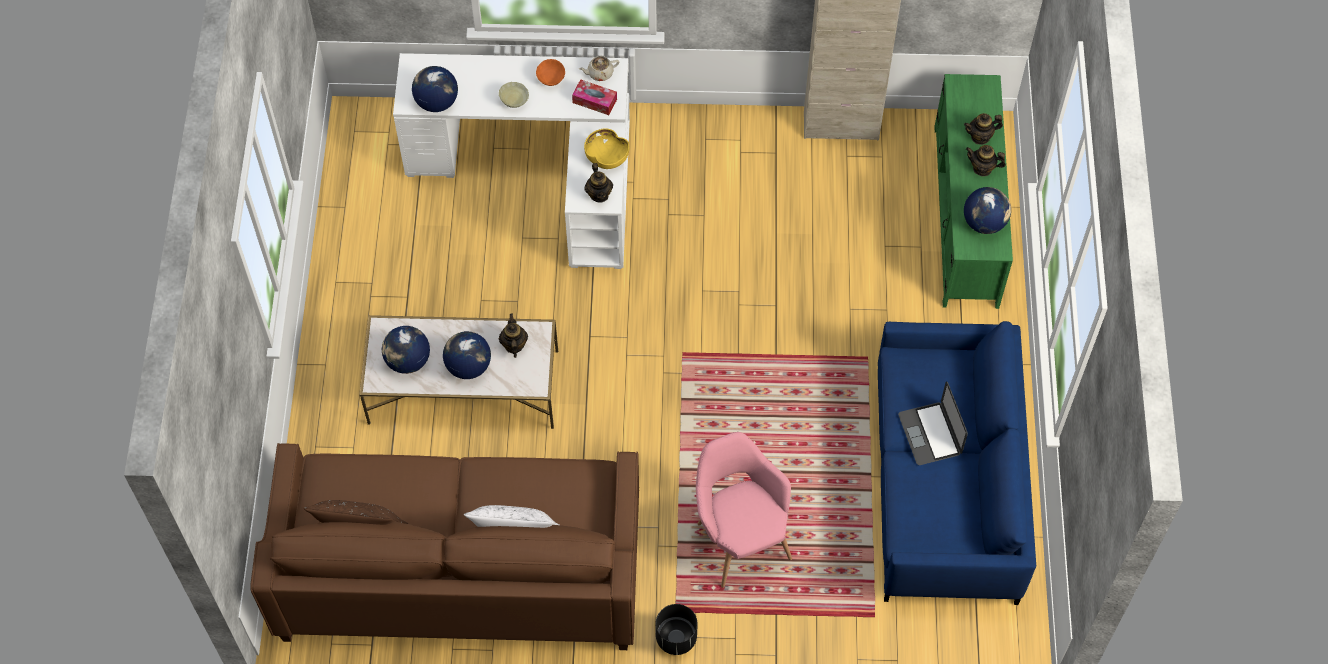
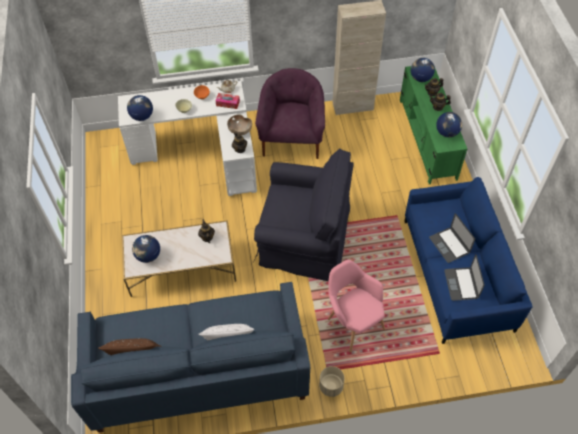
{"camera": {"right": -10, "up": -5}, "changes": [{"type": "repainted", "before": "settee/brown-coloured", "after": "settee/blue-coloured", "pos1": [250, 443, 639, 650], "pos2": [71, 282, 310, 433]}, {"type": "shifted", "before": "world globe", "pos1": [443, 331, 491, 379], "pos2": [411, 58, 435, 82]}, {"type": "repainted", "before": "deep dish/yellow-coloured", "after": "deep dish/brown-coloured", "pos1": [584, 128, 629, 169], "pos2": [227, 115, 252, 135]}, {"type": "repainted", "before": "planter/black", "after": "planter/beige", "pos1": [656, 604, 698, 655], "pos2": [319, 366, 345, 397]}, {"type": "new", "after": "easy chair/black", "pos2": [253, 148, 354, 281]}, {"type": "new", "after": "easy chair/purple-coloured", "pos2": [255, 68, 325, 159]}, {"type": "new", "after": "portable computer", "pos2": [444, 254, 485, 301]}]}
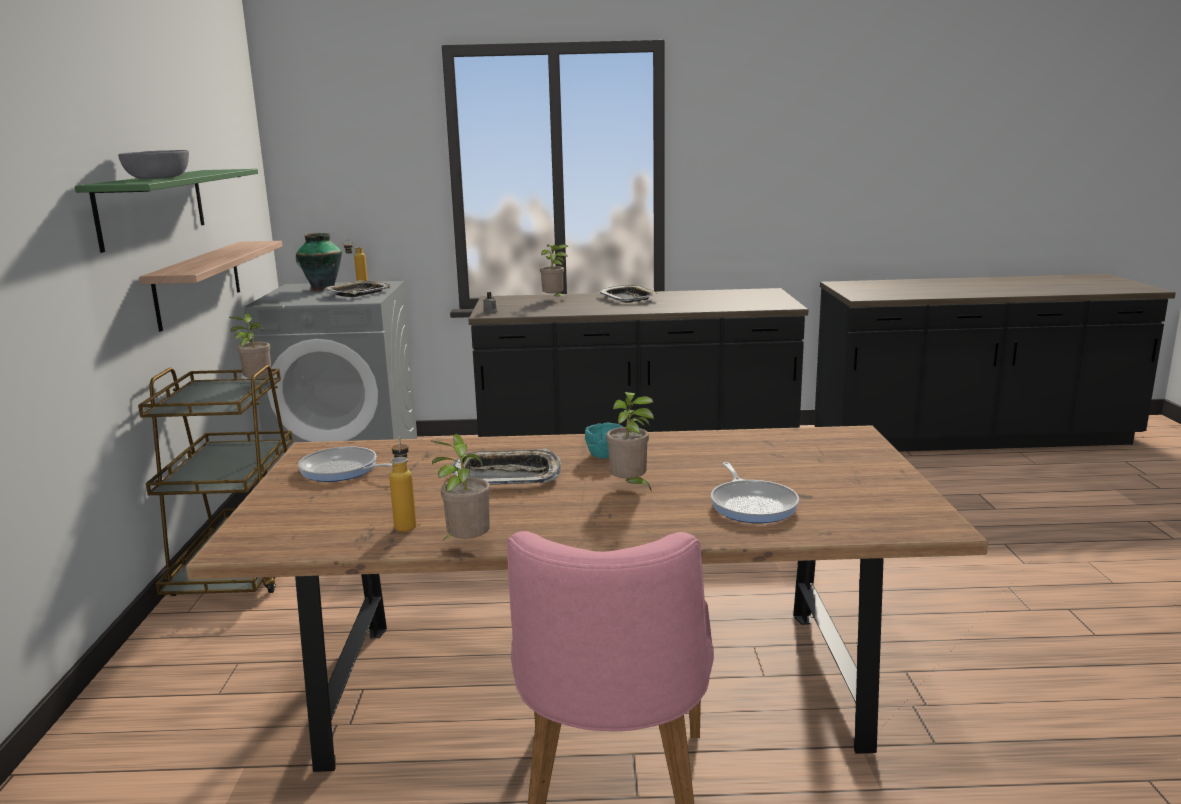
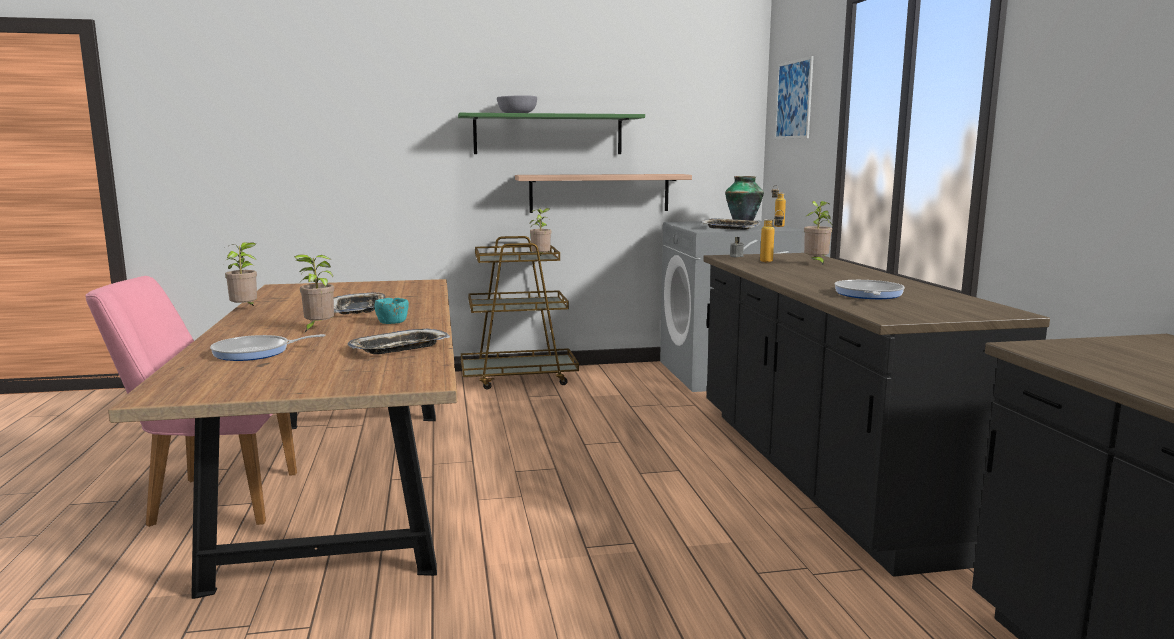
{"camera": {"right": 80, "up": -5}, "changes": [{"type": "shifted", "before": "frying pan", "pos1": [298, 446, 392, 482], "pos2": [834, 280, 905, 299]}, {"type": "shifted", "before": "drink bottle", "pos1": [389, 437, 416, 532], "pos2": [760, 210, 784, 262]}, {"type": "shifted", "before": "carrying tray", "pos1": [598, 285, 659, 303], "pos2": [348, 329, 450, 354]}, {"type": "new", "after": "wall picture", "pos2": [775, 56, 814, 139]}]}
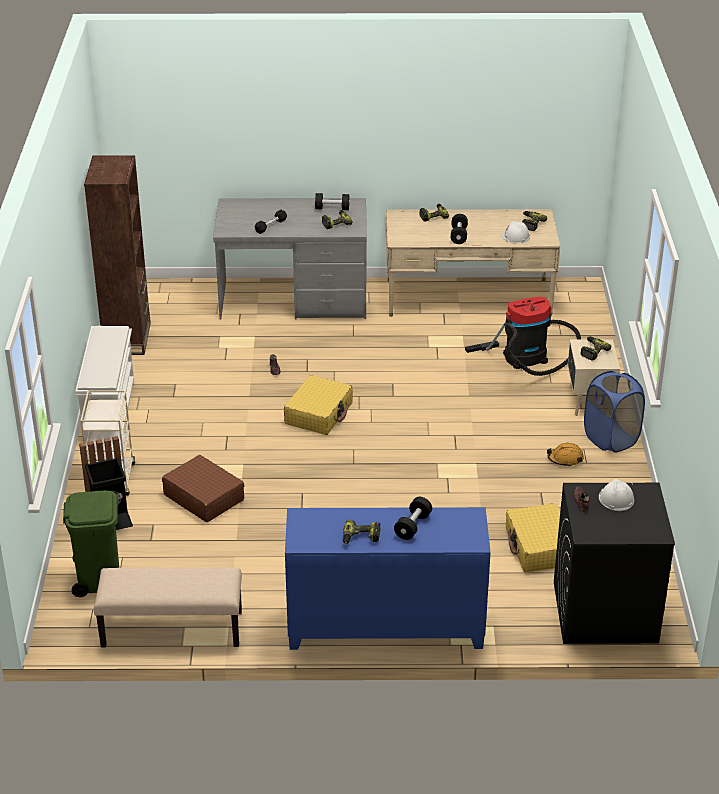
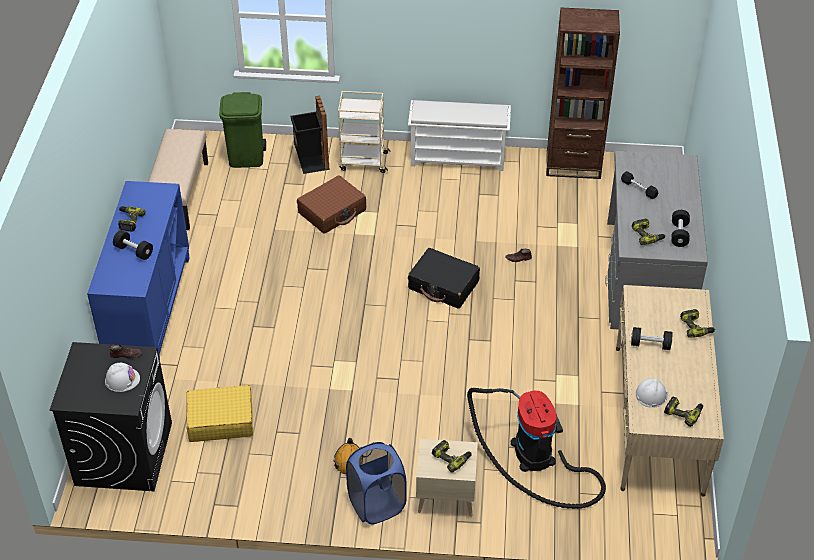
{"camera": {"right": 95, "up": 10}, "changes": [{"type": "repainted", "before": "piece of luggage/yellow-coloured", "after": "piece of luggage/black", "pos1": [284, 375, 353, 435], "pos2": [408, 248, 480, 309]}]}
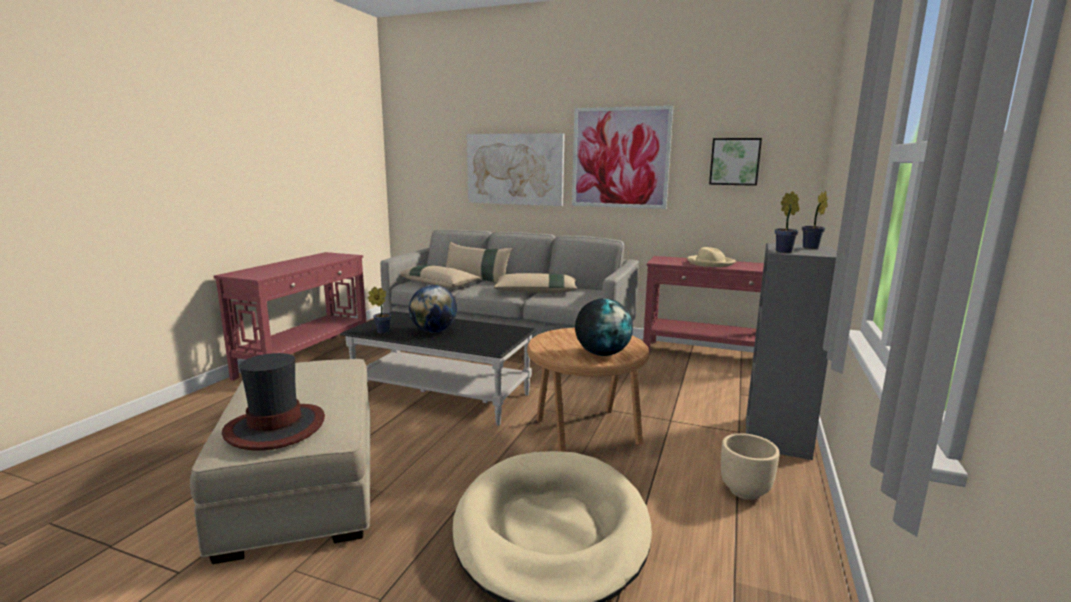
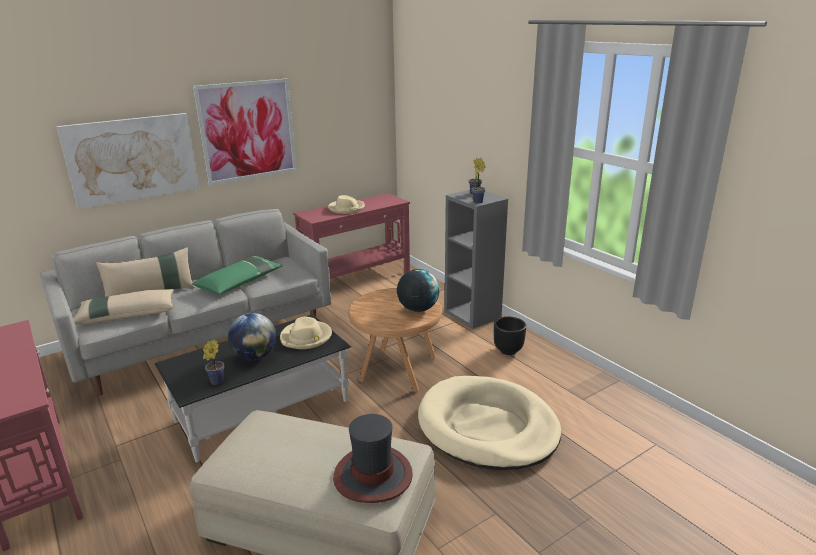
{"camera": {"right": -55, "up": 10}, "changes": [{"type": "repainted", "before": "throw pillow/beige", "after": "throw pillow/greenish", "pos1": [494, 273, 578, 293], "pos2": [192, 256, 283, 294]}, {"type": "gone", "before": "wall picture", "pos1": [709, 138, 762, 186]}, {"type": "repainted", "before": "planter/beige", "after": "planter/black", "pos1": [721, 433, 780, 500], "pos2": [494, 317, 526, 355]}, {"type": "new", "after": "clothing hat/beige", "pos2": [280, 317, 332, 349]}]}
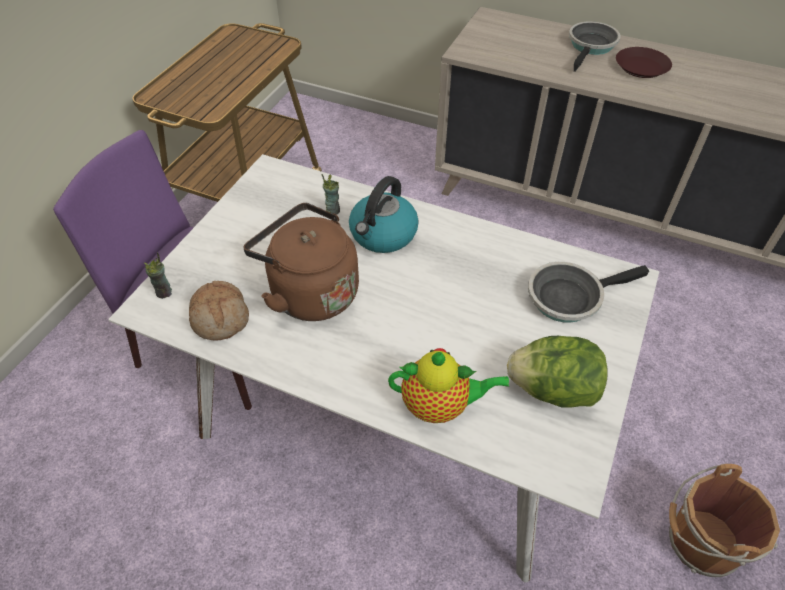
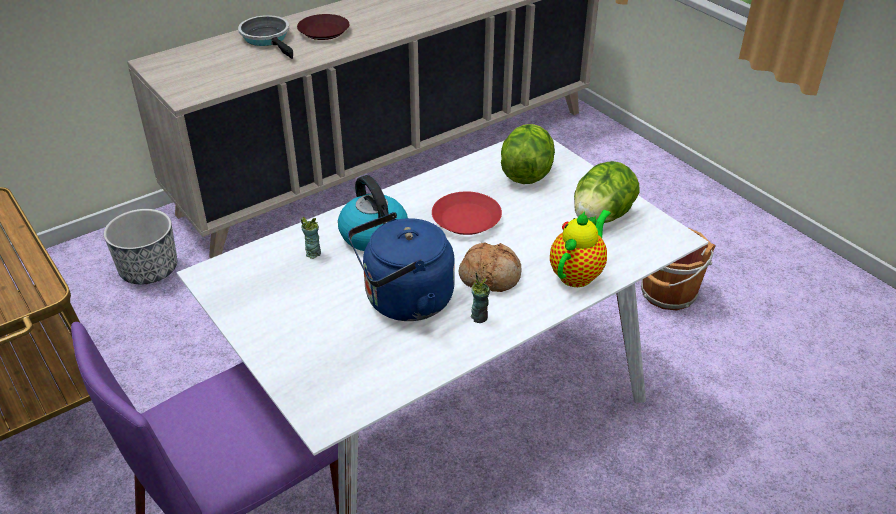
{"camera": {"right": -60, "up": -10}, "changes": [{"type": "shifted", "before": "cup", "pos1": [144, 253, 172, 299], "pos2": [471, 273, 490, 323]}, {"type": "shifted", "before": "bread", "pos1": [189, 281, 249, 341], "pos2": [459, 242, 521, 292]}, {"type": "repainted", "before": "kettle/brown-coloured", "after": "kettle/blue-coloured", "pos1": [243, 203, 359, 321], "pos2": [348, 212, 455, 321]}, {"type": "swapped", "before": "frying pan", "after": "head of lettuce", "pos1": [528, 262, 649, 323], "pos2": [501, 124, 555, 184]}, {"type": "new", "after": "planter", "pos2": [104, 209, 177, 284]}, {"type": "new", "after": "plate/red-coloured", "pos2": [432, 191, 502, 235]}]}
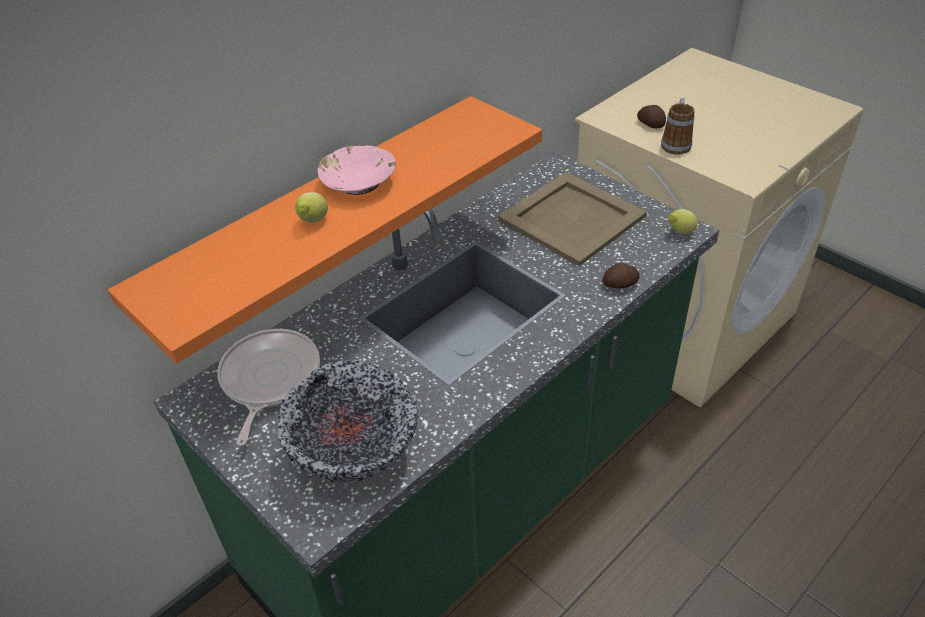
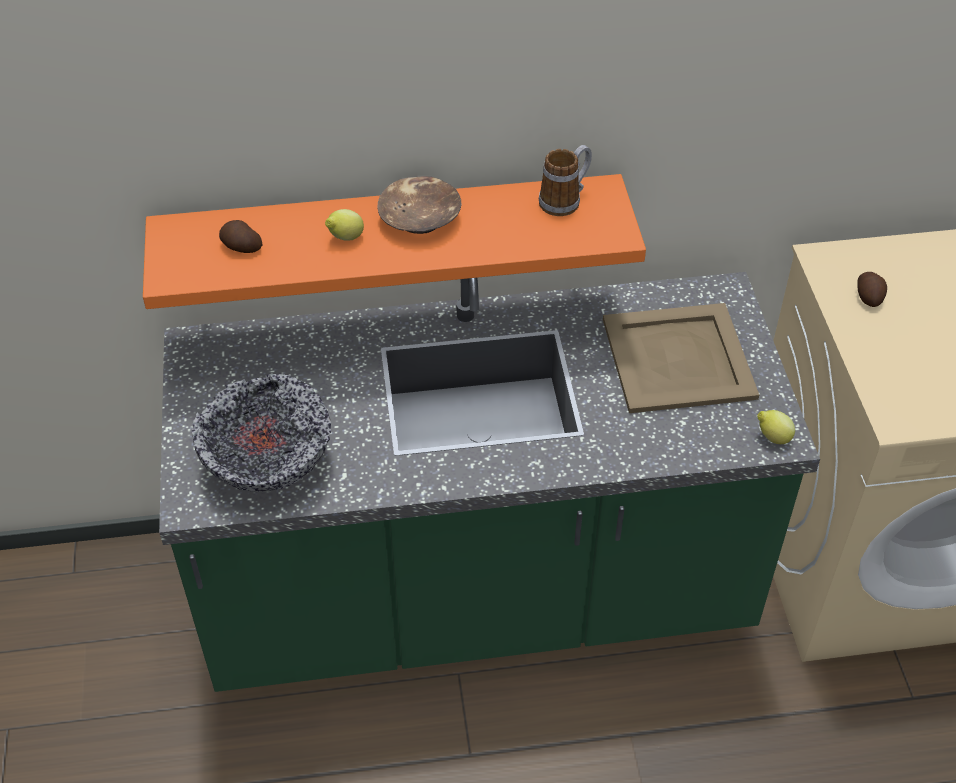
{"camera": {"right": 35, "up": 5}, "changes": [{"type": "gone", "before": "frying pan", "pos1": [217, 329, 320, 446]}, {"type": "repainted", "before": "deep dish/pink-coloured", "after": "deep dish/brown-coloured", "pos1": [318, 145, 396, 195], "pos2": [378, 176, 461, 234]}, {"type": "shifted", "before": "whole potato", "pos1": [602, 263, 640, 289], "pos2": [219, 220, 263, 253]}, {"type": "shifted", "before": "mug", "pos1": [661, 98, 695, 155], "pos2": [539, 145, 592, 216]}]}
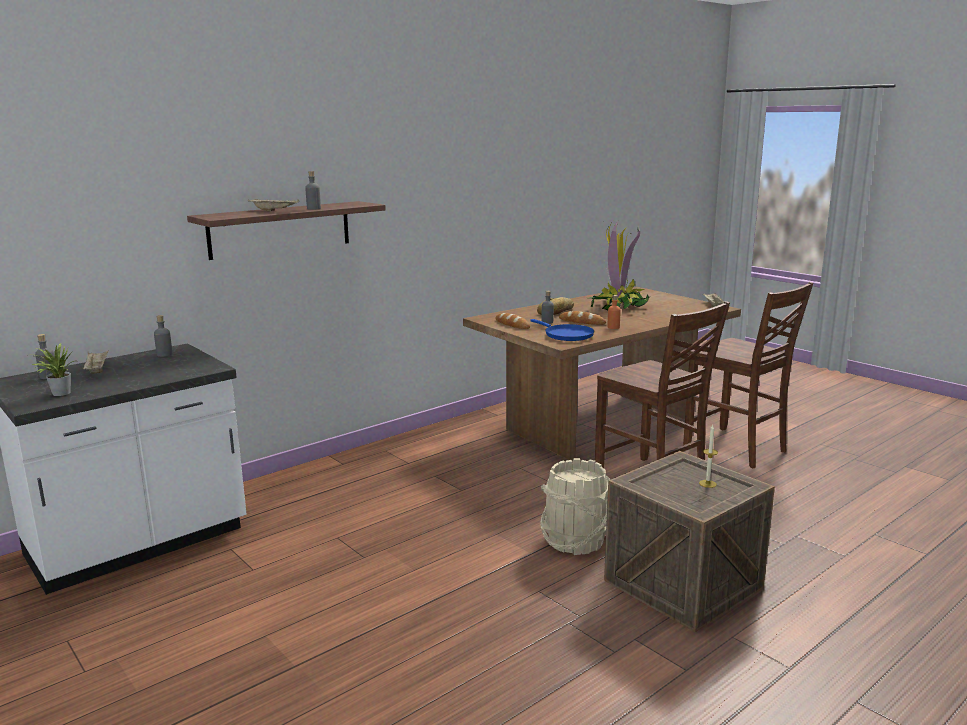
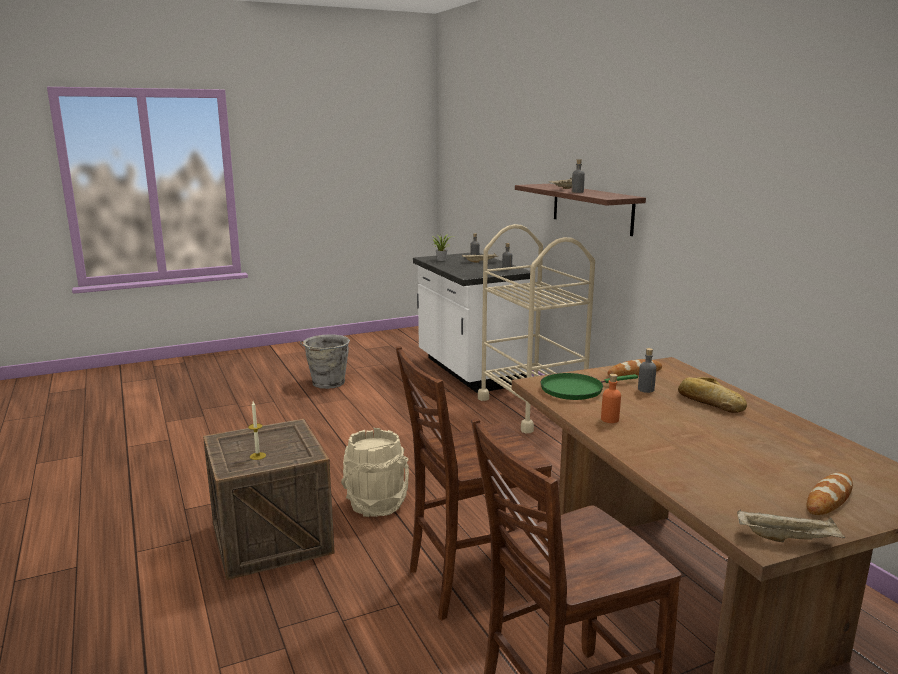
{"camera": {"right": 105, "up": 0}, "changes": [{"type": "repainted", "before": "frying pan/blue-coloured", "after": "frying pan/greenish", "pos1": [530, 319, 594, 341], "pos2": [540, 373, 638, 400]}, {"type": "shifted", "before": "bread", "pos1": [559, 311, 606, 325], "pos2": [806, 473, 853, 515]}, {"type": "gone", "before": "houseplant", "pos1": [587, 219, 649, 310]}, {"type": "new", "after": "pail/grey", "pos2": [300, 334, 350, 389]}, {"type": "new", "after": "cart/beige", "pos2": [478, 224, 595, 433]}]}
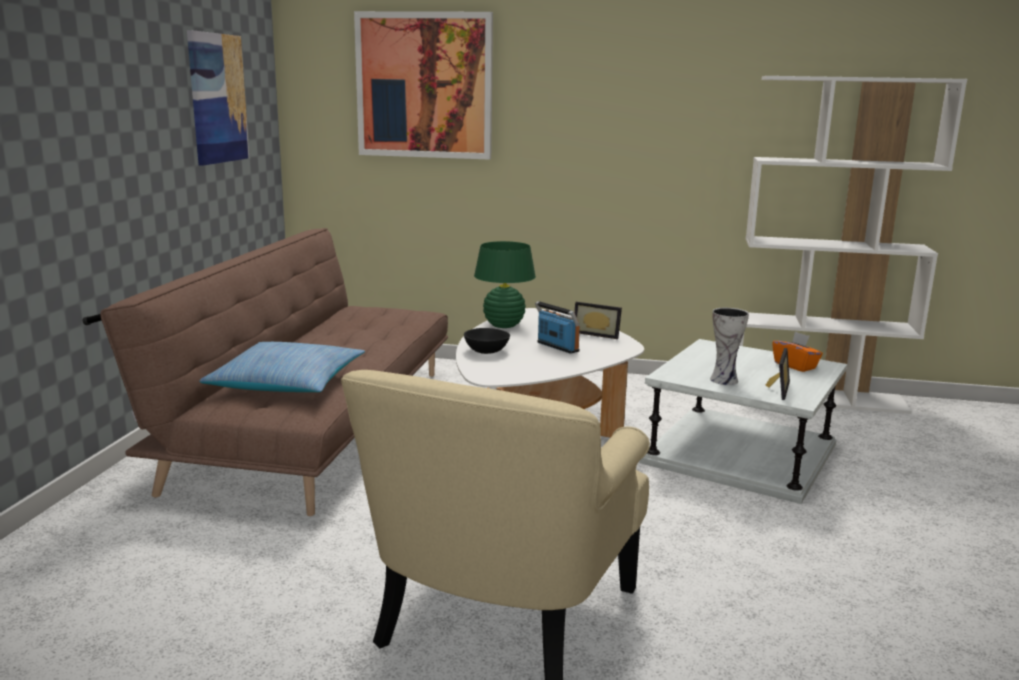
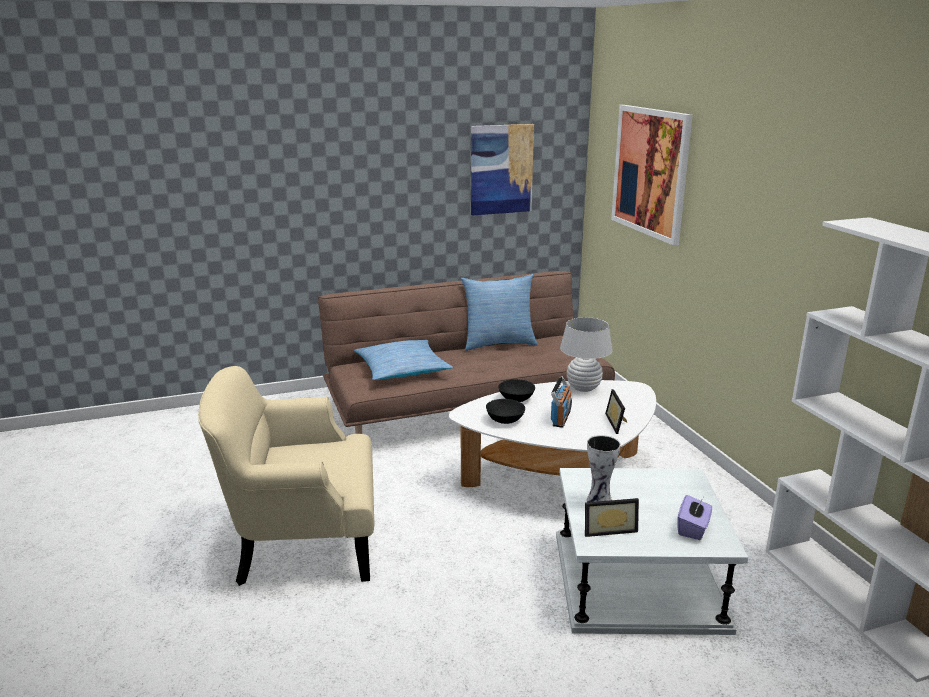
{"camera": {"right": 60, "up": 5}, "changes": [{"type": "repainted", "before": "table lamp/greenish", "after": "table lamp/whitish", "pos1": [474, 241, 536, 328], "pos2": [560, 317, 613, 392]}, {"type": "repainted", "before": "tissue box/orange-coloured", "after": "tissue box/purple-coloured", "pos1": [772, 332, 823, 372], "pos2": [677, 495, 712, 540]}, {"type": "new", "after": "throw pillow", "pos2": [461, 274, 538, 351]}, {"type": "new", "after": "deep dish/black", "pos2": [486, 399, 525, 424]}]}
